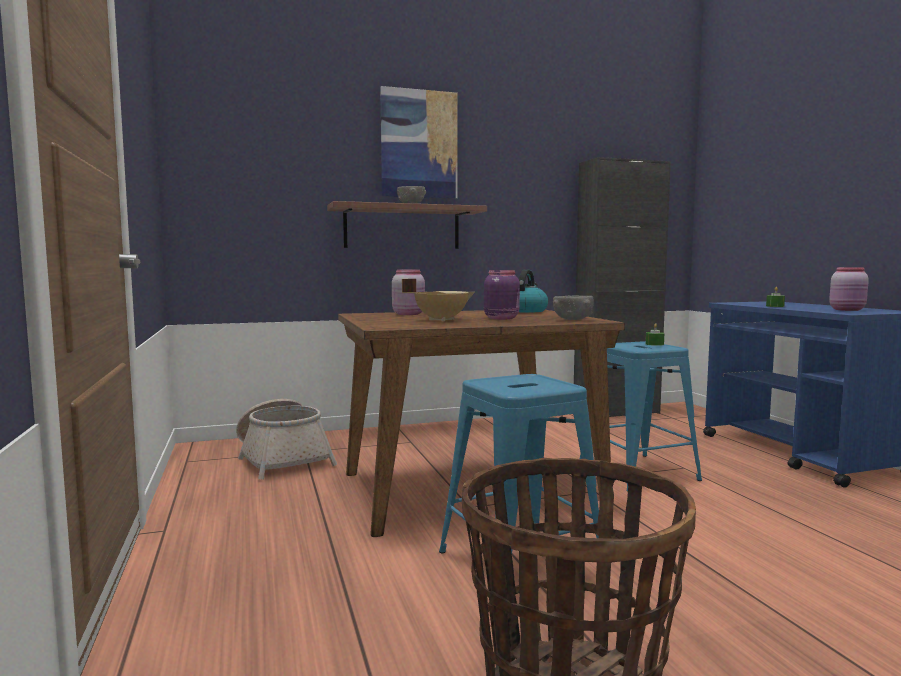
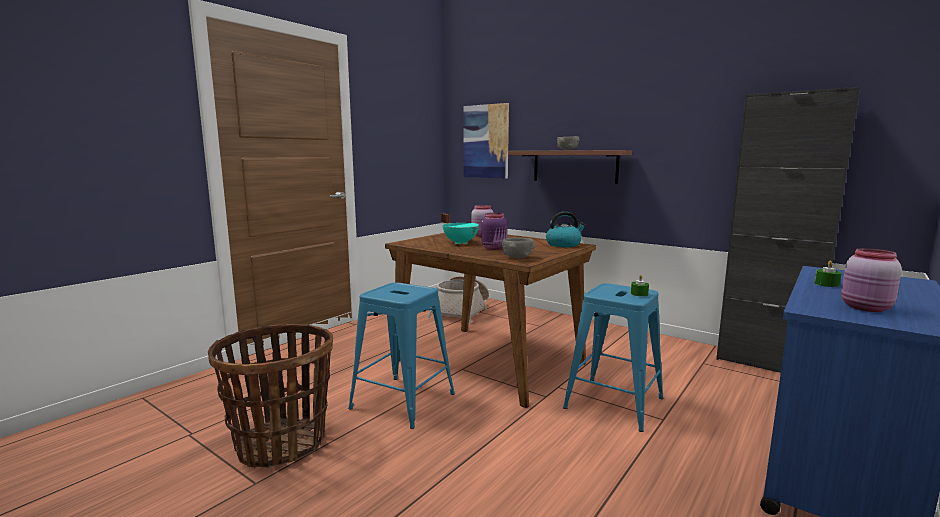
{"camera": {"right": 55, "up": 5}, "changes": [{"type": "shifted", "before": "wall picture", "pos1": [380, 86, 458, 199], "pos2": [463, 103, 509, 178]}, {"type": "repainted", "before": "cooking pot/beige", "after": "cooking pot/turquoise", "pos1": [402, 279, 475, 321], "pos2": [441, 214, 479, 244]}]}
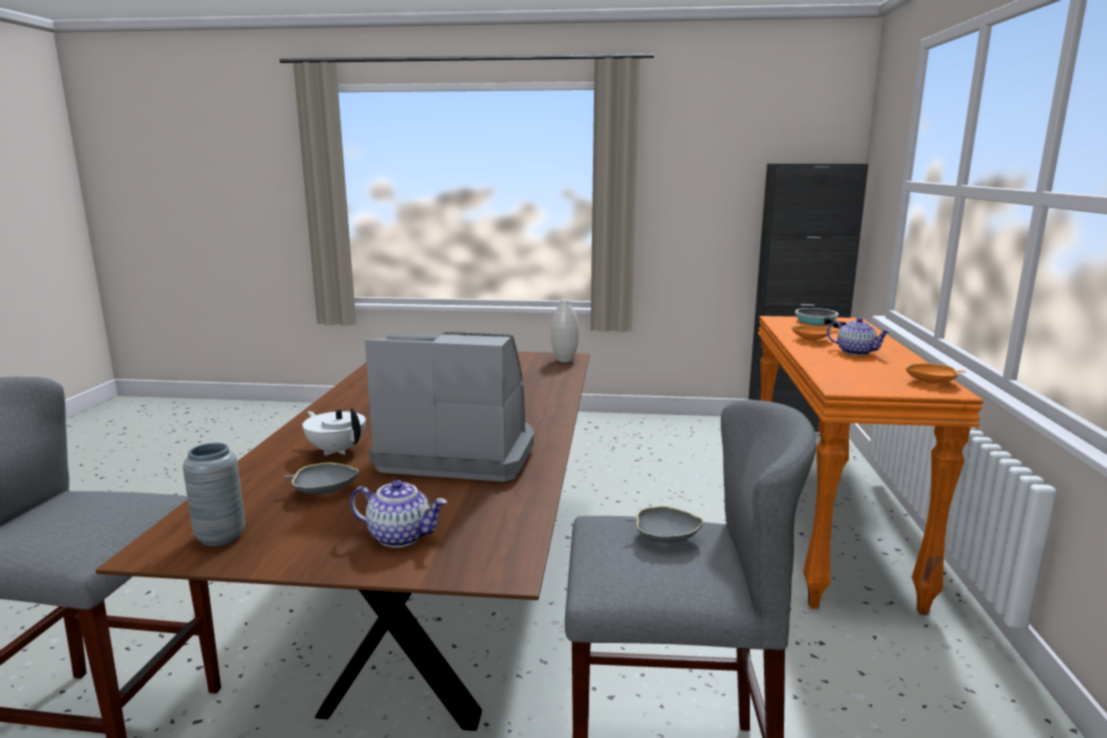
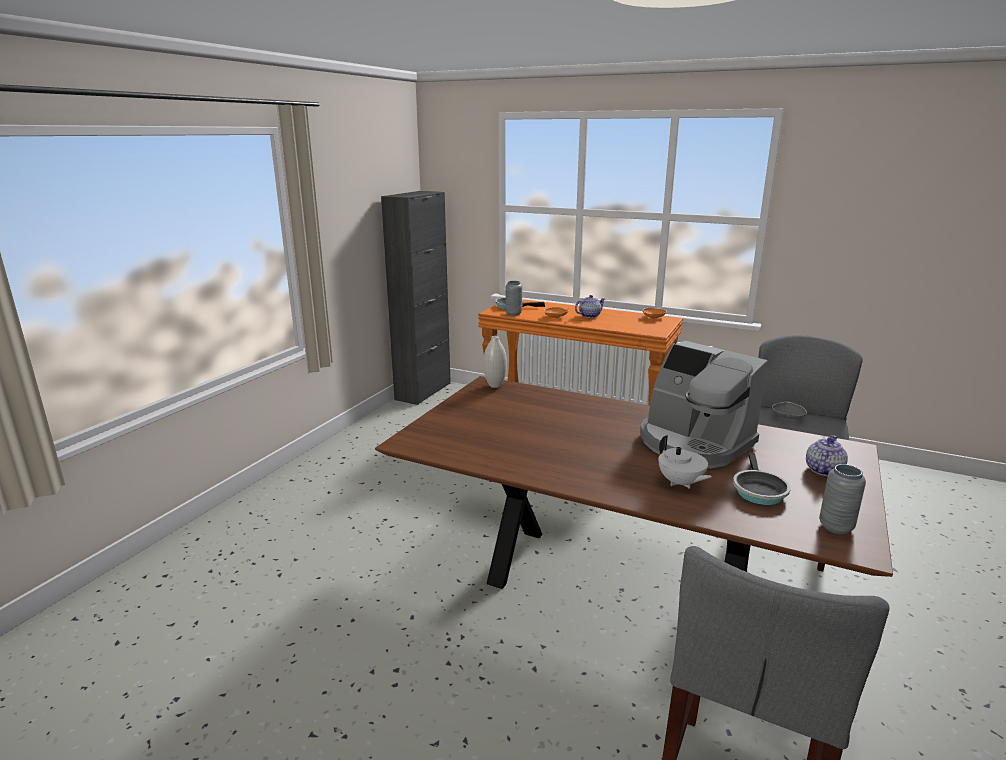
{"camera": {"right": -70, "up": 5}, "changes": [{"type": "swapped", "before": "deep dish/grey", "after": "frying pan", "pos1": [283, 462, 359, 495], "pos2": [733, 452, 791, 505]}, {"type": "rotated", "before": "tea pot/whitish", "pos1": [302, 407, 366, 456], "pos2": [658, 435, 712, 489], "turn": -90}, {"type": "rotated", "before": "coffee brewer", "pos1": [365, 332, 534, 482], "pos2": [640, 341, 768, 469], "turn": -75}, {"type": "new", "after": "flower vase/grey", "pos2": [506, 281, 522, 316]}]}
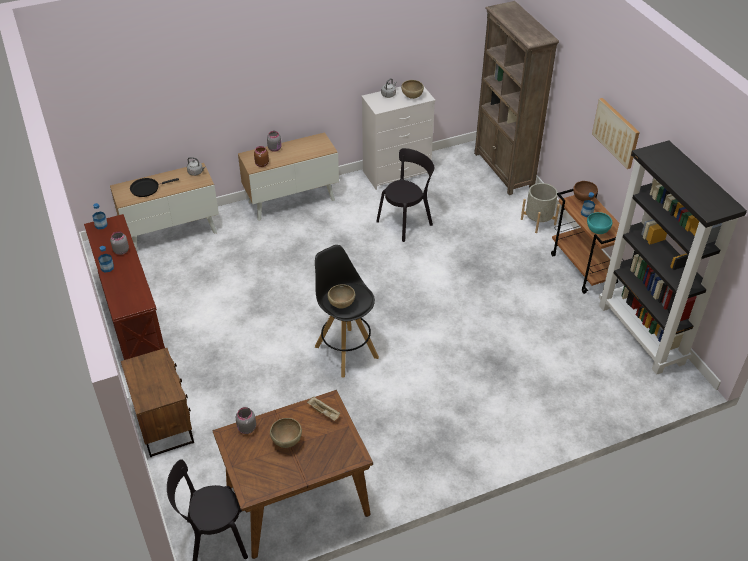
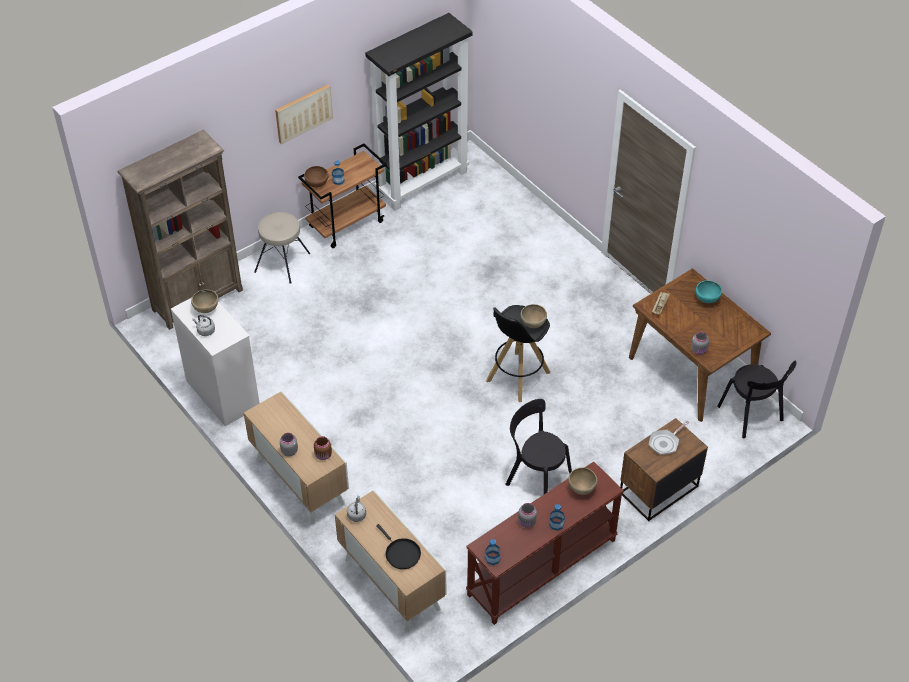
{"camera": {"right": -105, "up": 5}, "changes": [{"type": "shifted", "before": "deep dish/brown-coloured", "pos1": [270, 418, 302, 448], "pos2": [568, 467, 597, 495]}, {"type": "shifted", "before": "upright chair/black", "pos1": [376, 148, 435, 242], "pos2": [505, 399, 572, 494]}, {"type": "swapped", "before": "planter/grey", "after": "sitting stool/beige", "pos1": [521, 183, 560, 233], "pos2": [254, 212, 310, 284]}, {"type": "shifted", "before": "deep dish/turquoise", "pos1": [587, 212, 613, 234], "pos2": [696, 280, 722, 303]}, {"type": "new", "after": "frying pan", "pos2": [649, 421, 689, 455]}]}
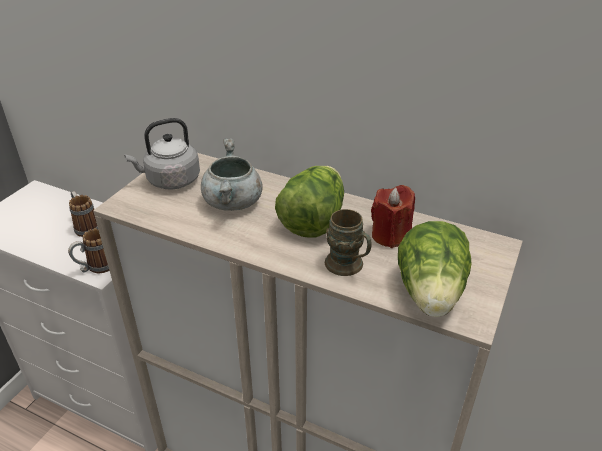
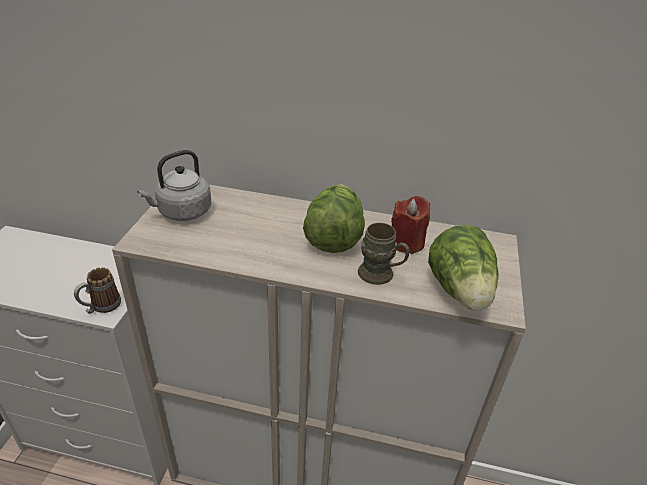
{"camera": {"right": -15, "up": 0}, "changes": [{"type": "gone", "before": "mug", "pos1": [69, 191, 98, 237]}, {"type": "gone", "before": "cooking pot/grey", "pos1": [201, 138, 263, 211]}]}
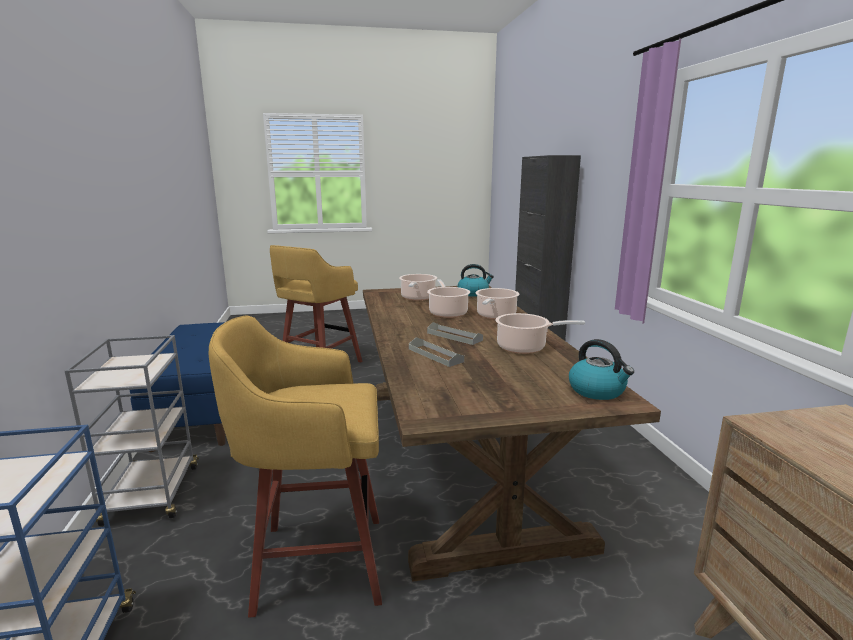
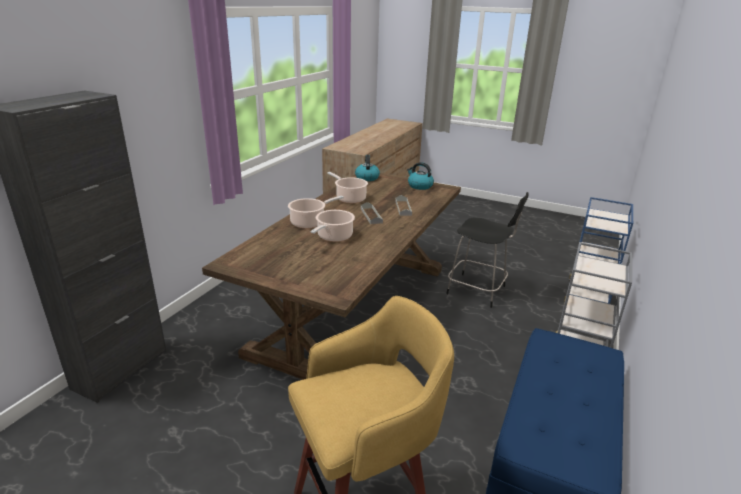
{"camera": {"right": -145, "up": 10}, "changes": [{"type": "swapped", "before": "sitting stool/yellow-coloured", "after": "upright chair/black", "pos1": [209, 315, 382, 618], "pos2": [446, 192, 529, 308]}, {"type": "gone", "before": "cooking pot", "pos1": [399, 274, 437, 301]}, {"type": "shifted", "before": "kettle", "pos1": [457, 264, 494, 296], "pos2": [407, 162, 434, 190]}]}
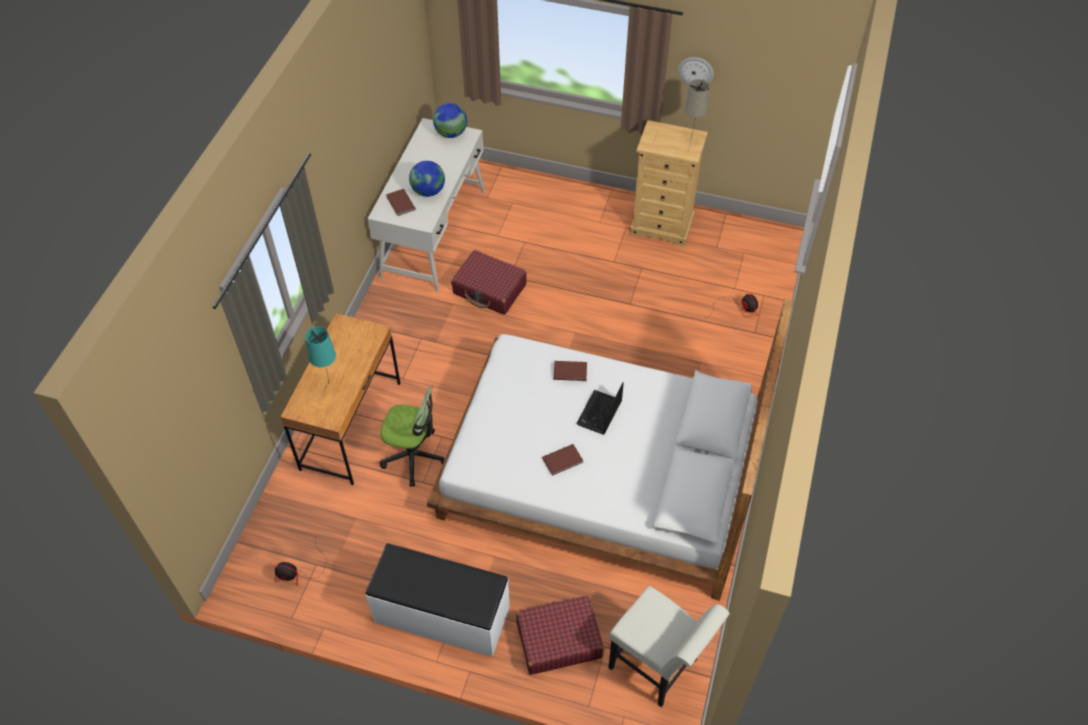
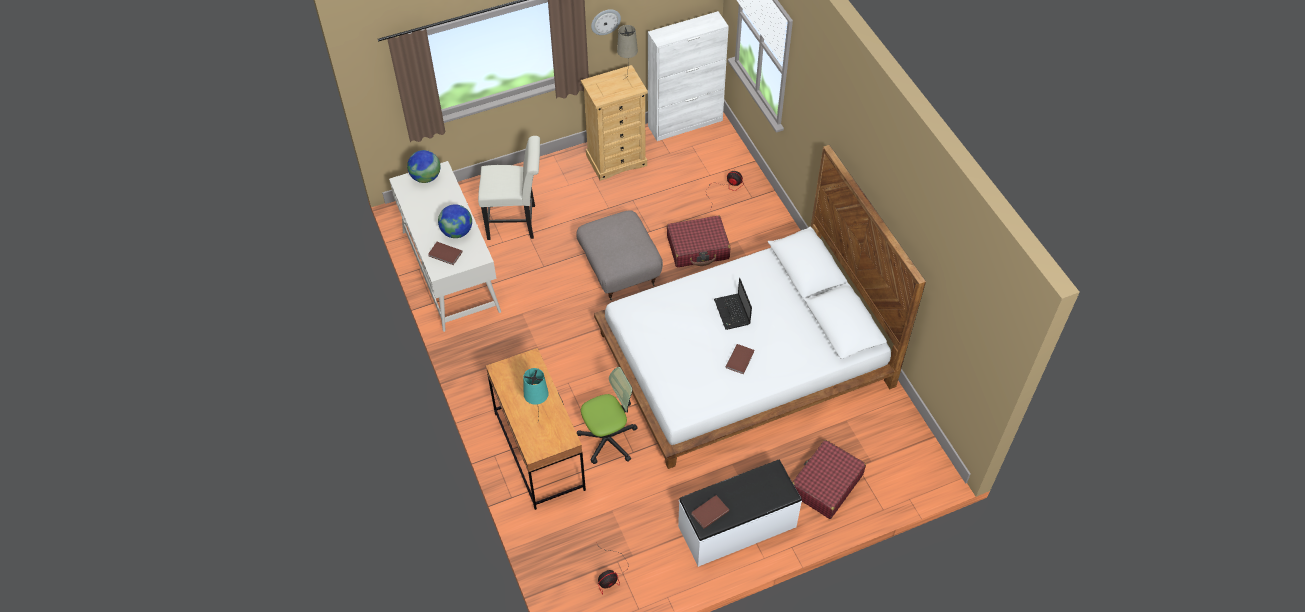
{"camera": {"right": -40, "up": 0}, "changes": [{"type": "shifted", "before": "piece of luggage/red-coloured", "pos1": [451, 250, 527, 315], "pos2": [667, 216, 730, 267]}, {"type": "shifted", "before": "book/brown-coloured", "pos1": [554, 361, 587, 381], "pos2": [691, 495, 729, 529]}, {"type": "shifted", "before": "upright chair/whitish", "pos1": [608, 586, 729, 707], "pos2": [478, 136, 540, 240]}, {"type": "new", "after": "pouffe/grey", "pos2": [576, 210, 663, 300]}, {"type": "new", "after": "storage cabinet/whitish", "pos2": [648, 11, 729, 141]}]}
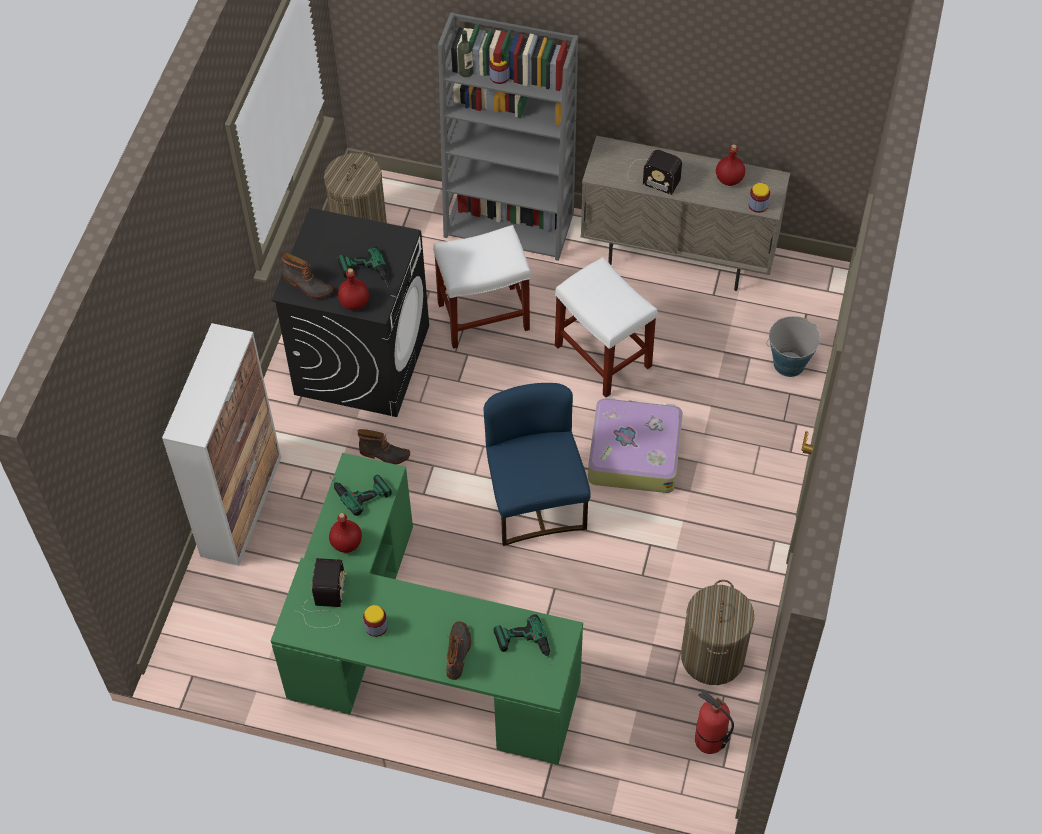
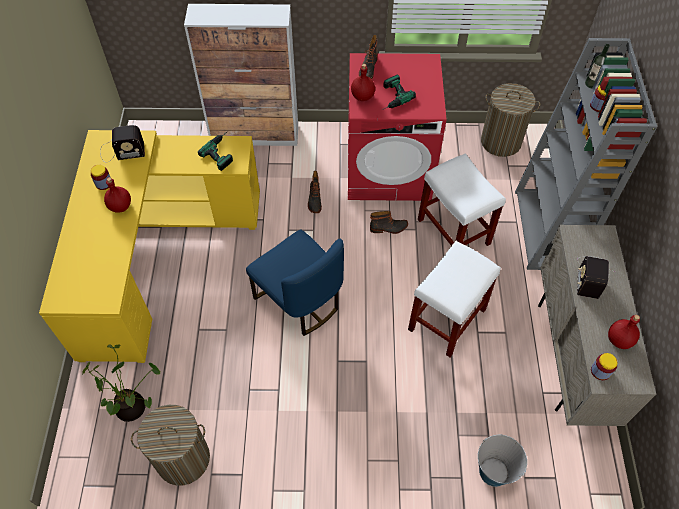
{"camera": {"right": 75, "up": 0}, "changes": [{"type": "repainted", "before": "laundry appliance/black", "after": "laundry appliance/red-coloured", "pos1": [271, 208, 429, 417], "pos2": [348, 53, 446, 201]}, {"type": "repainted", "before": "desk table/greenish", "after": "desk table/yellow-coloured", "pos1": [271, 453, 583, 765], "pos2": [39, 130, 260, 363]}, {"type": "shifted", "before": "drink bottle/red-coloured", "pos1": [329, 513, 362, 553], "pos2": [104, 177, 131, 213]}, {"type": "shifted", "before": "boot", "pos1": [446, 621, 471, 680], "pos2": [370, 211, 408, 234]}, {"type": "rotated", "before": "upright chair/blue-coloured", "pos1": [483, 383, 591, 546], "pos2": [246, 230, 344, 336], "turn": 75}, {"type": "gone", "before": "drill", "pos1": [493, 614, 551, 664]}, {"type": "gone", "before": "piece of luggage", "pos1": [588, 397, 683, 493]}, {"type": "gone", "before": "fire extinguisher", "pos1": [695, 689, 734, 754]}, {"type": "new", "after": "houseplant", "pos2": [82, 344, 160, 422]}]}
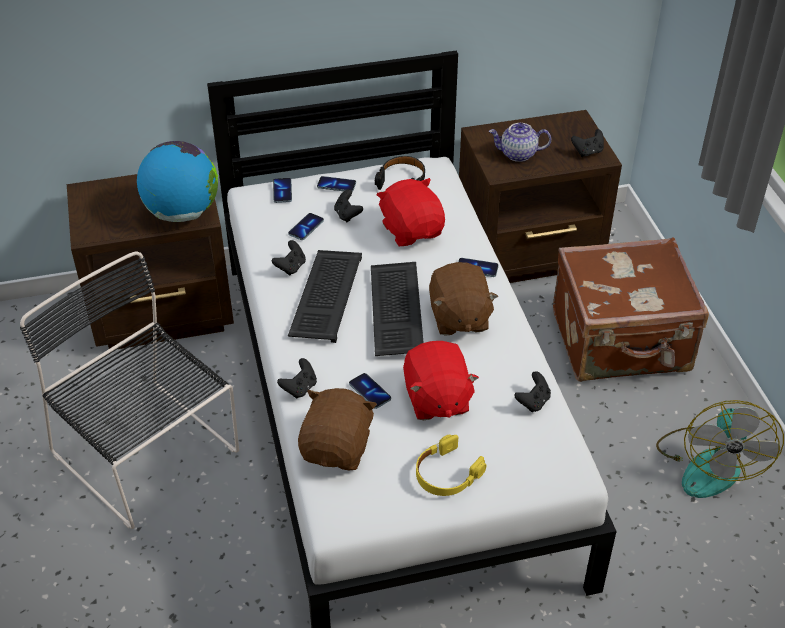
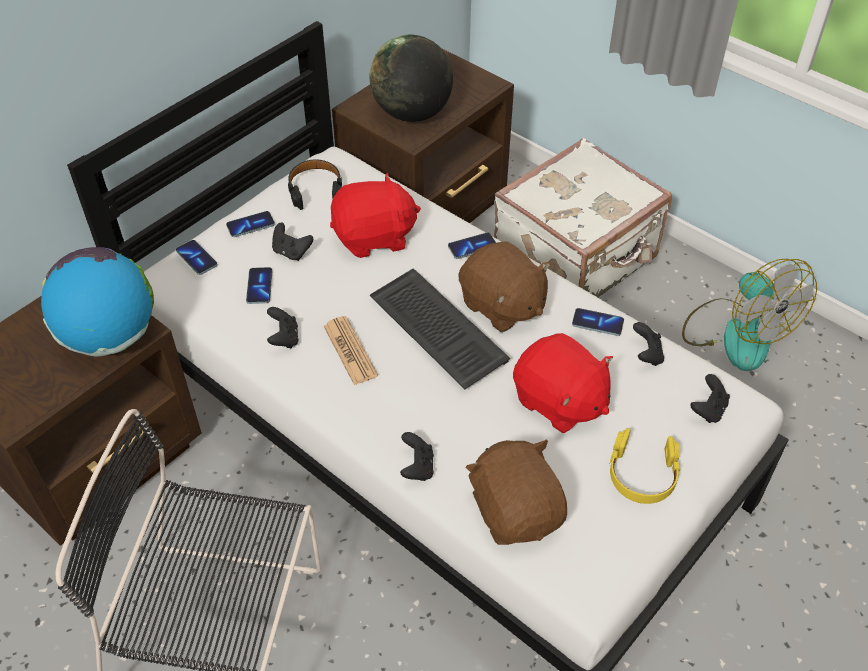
{"camera": {"right": -35, "up": 5}, "changes": [{"type": "swapped", "before": "keyboard", "after": "newspaper", "pos1": [288, 250, 362, 343], "pos2": [324, 316, 378, 385]}, {"type": "shifted", "before": "phone", "pos1": [349, 373, 391, 409], "pos2": [572, 308, 624, 336]}, {"type": "rotated", "before": "plush toy/red-coloured", "pos1": [376, 178, 445, 246], "pos2": [330, 172, 421, 258], "turn": 135}, {"type": "swapped", "before": "tea pot", "after": "world globe", "pos1": [489, 123, 551, 162], "pos2": [370, 35, 453, 122]}, {"type": "repainted", "before": "piece of luggage/brown-coloured", "after": "piece of luggage/whitish", "pos1": [553, 237, 709, 382], "pos2": [494, 138, 672, 298]}, {"type": "shifted", "before": "gamepad/black", "pos1": [571, 129, 604, 157], "pos2": [690, 374, 730, 423]}]}
